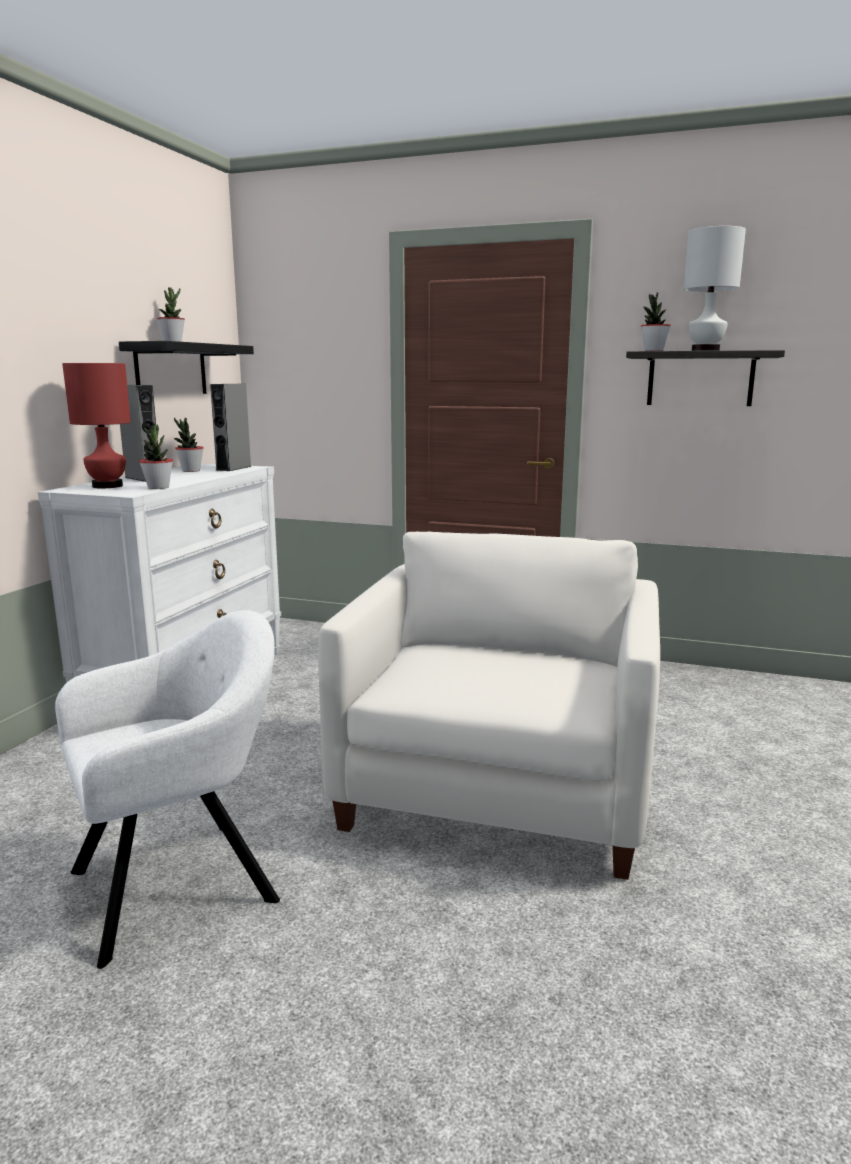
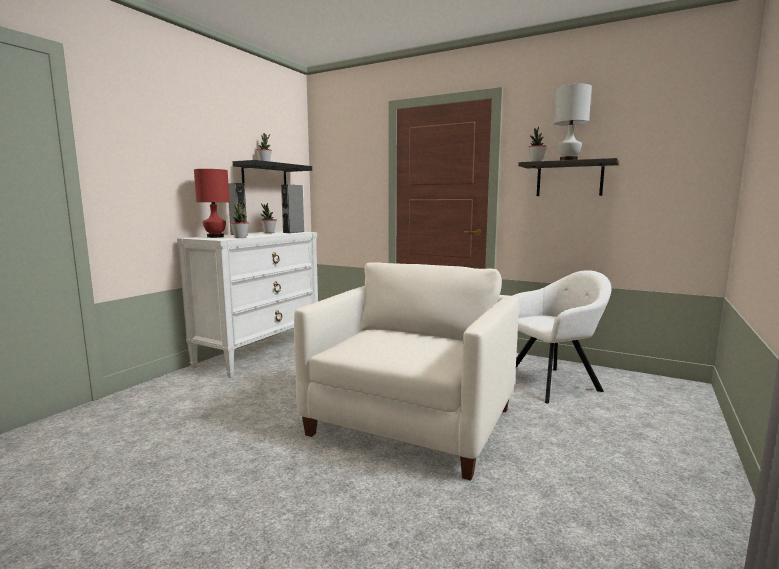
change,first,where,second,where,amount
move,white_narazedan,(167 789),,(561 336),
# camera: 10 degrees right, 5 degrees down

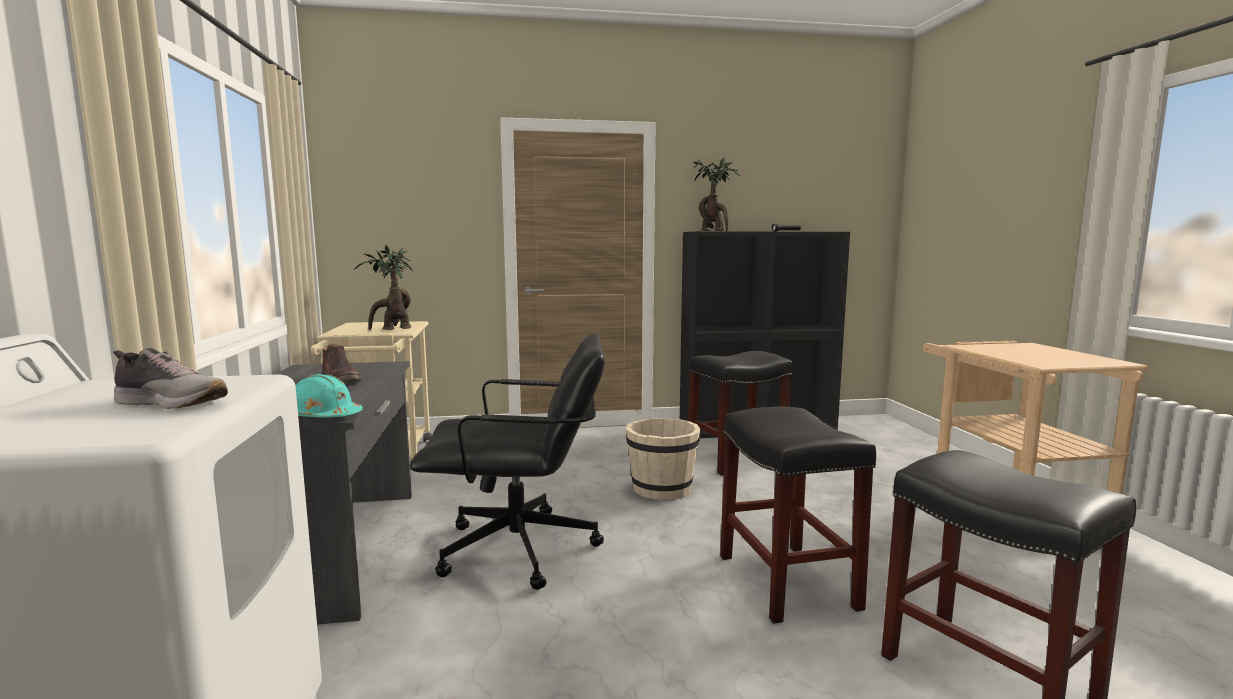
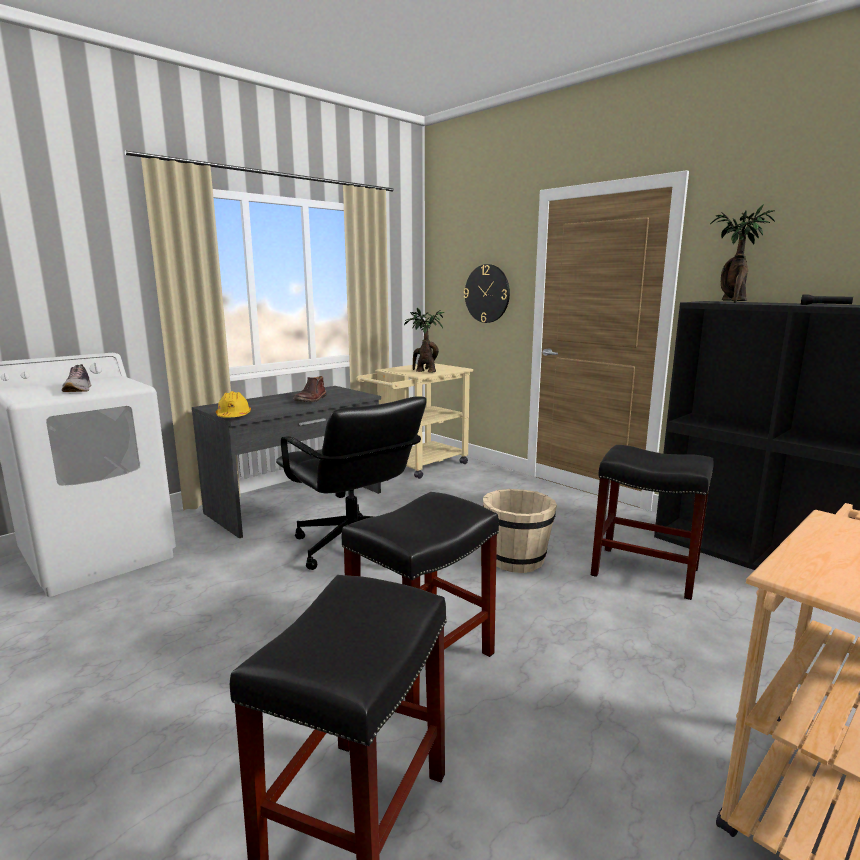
change,first,where,second,where,amount
recolor,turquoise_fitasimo,(329 395),yellow_fitasimo,(233 404),
insert,,,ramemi,(487 293),
# camera: 55 degrees right, 5 degrees up

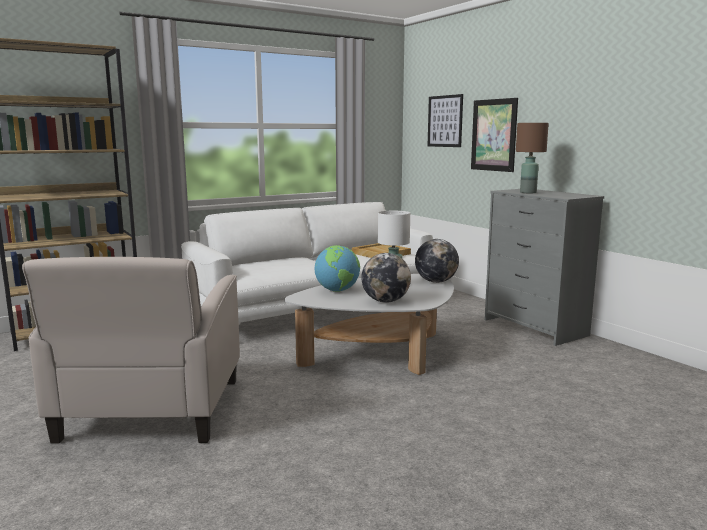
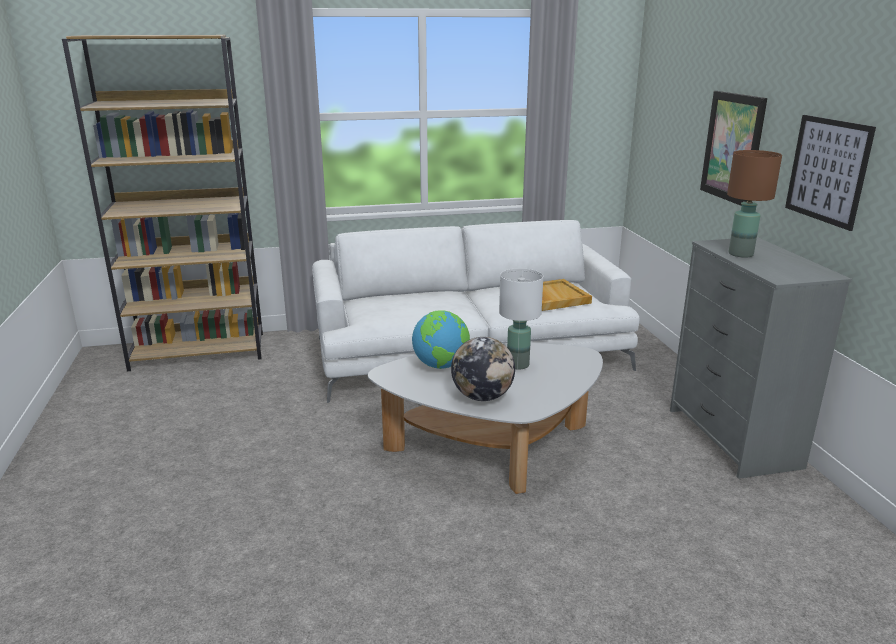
change,first,where,second,where,amount
delete,beige_narazedan,(131 350),,,
delete,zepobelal,(437 261),,,
move,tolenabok,(445 120),,(830 173),
# camera: 20 degrees right, 10 degrees up

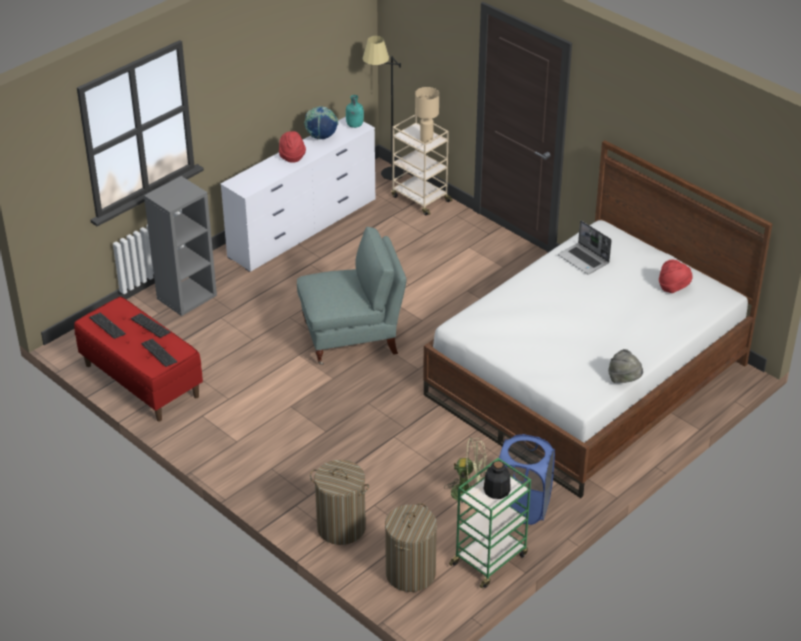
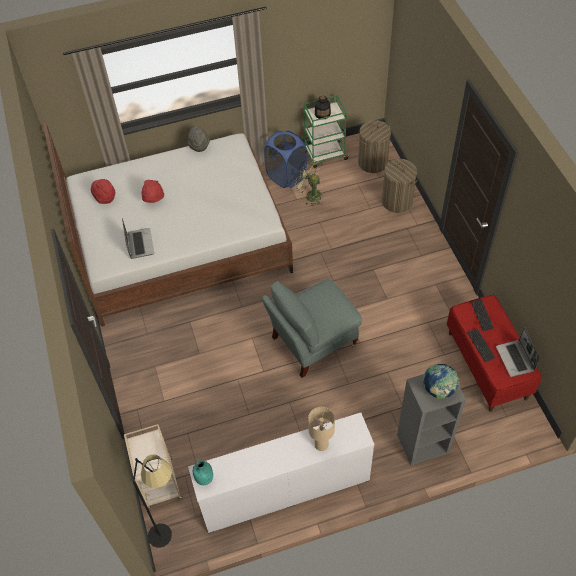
change,first,where,second,where,amount
replace,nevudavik,(107 326),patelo,(518 352),
move,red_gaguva,(292 147),,(152 191),
rotate,grey_narazedan,(352 296),,(312 328),45 degrees counterclockwise
move,zepobelal,(321 122),,(441 381),
move,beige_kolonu,(427 115),,(321 429),
# camera: 150 degrees left, 15 degrees up

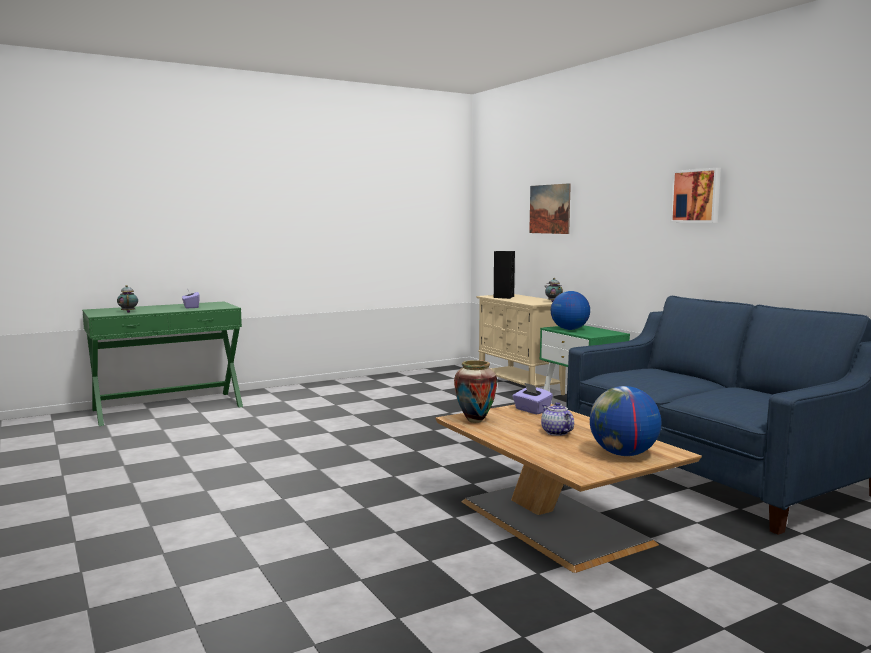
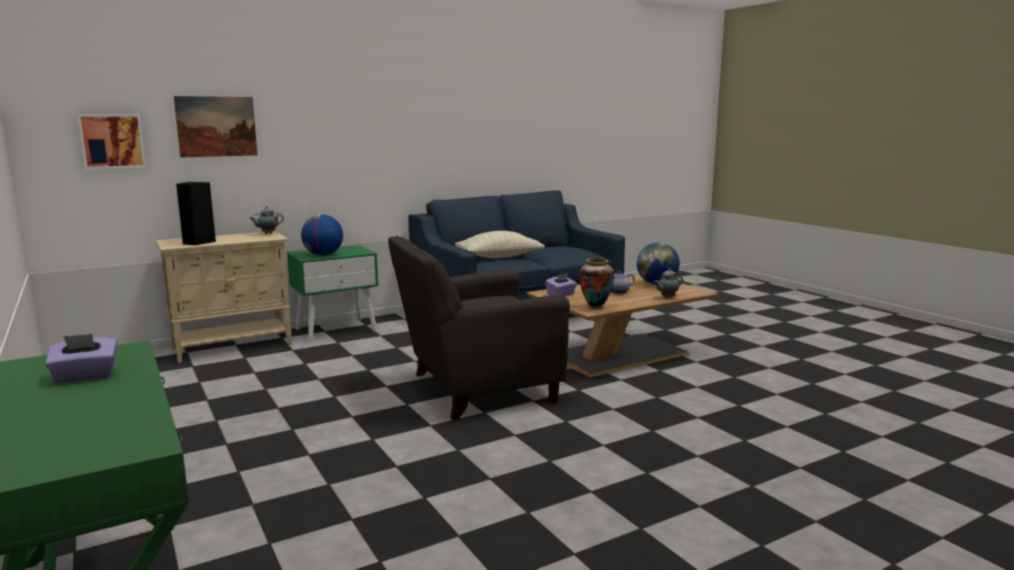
change,first,where,second,where,amount
move,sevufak,(127 299),,(668 283),
move,tolenabok,(695 195),,(111 141),
insert,,,grey_narazedan,(479 328),
insert,,,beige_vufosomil,(500 244),
# camera: 90 degrees left, 5 degrees up

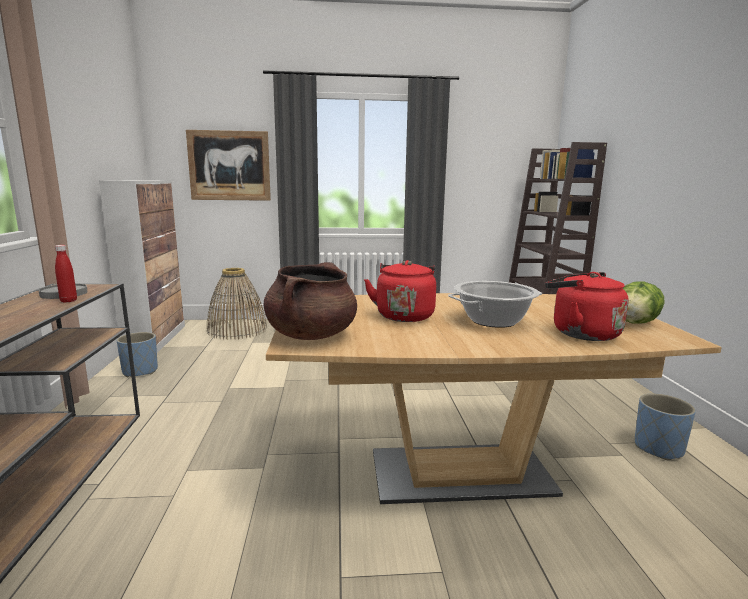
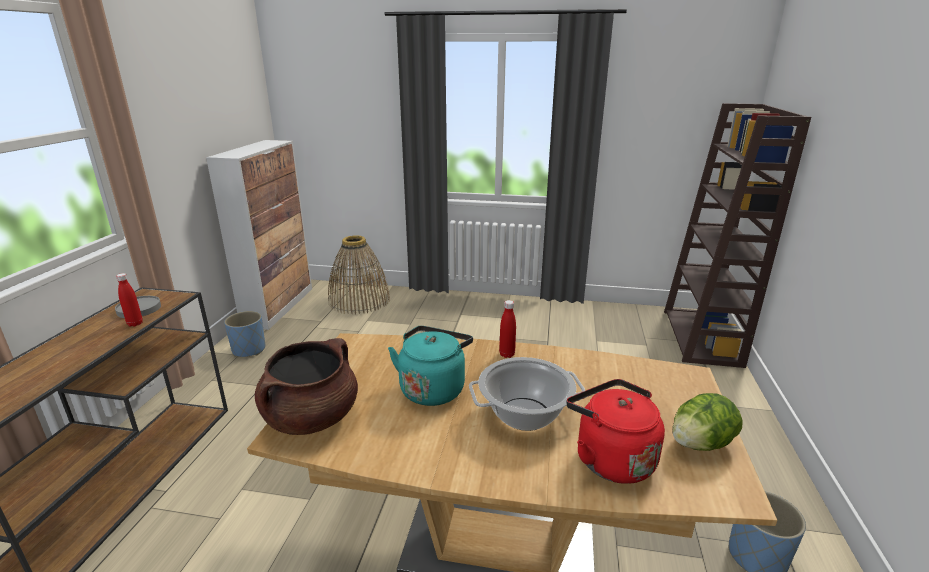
change,first,where,second,where,amount
delete,tolenabok,(228 165),,,
recolor,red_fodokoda,(400 291),turquoise_fodokoda,(430 366),
insert,,,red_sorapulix,(507 329),
# camera: 15 degrees right, 10 degrees up

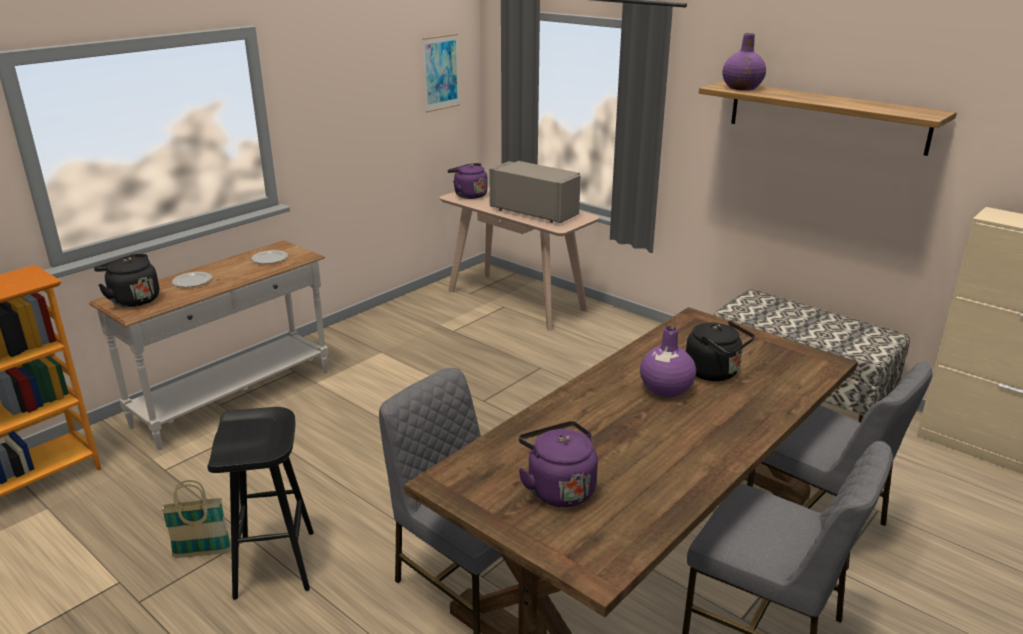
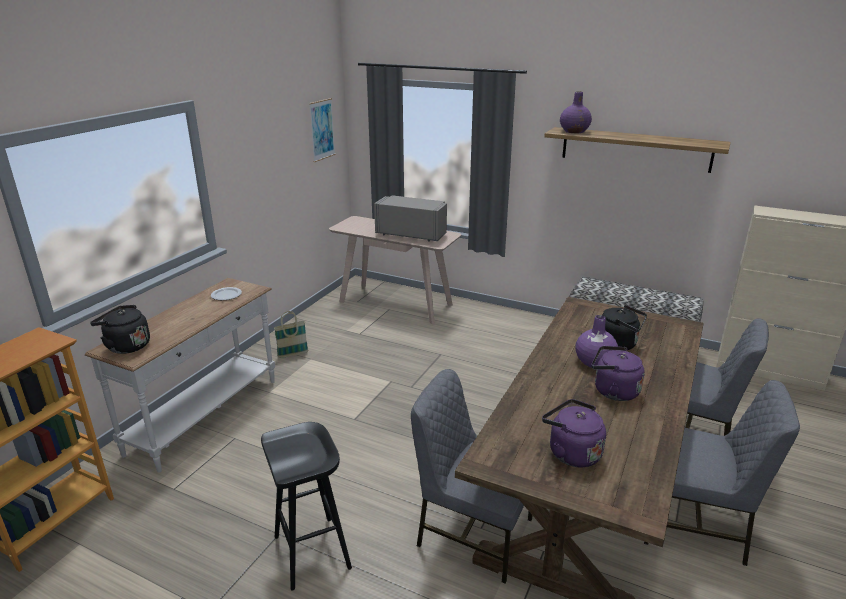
change,first,where,second,where,amount
move,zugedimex,(196 519),,(291 334),
delete,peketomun,(192 279),,,
move,purple_fodokoda,(467 181),,(618 373),
# camera: 15 degrees left, 0 degrees up

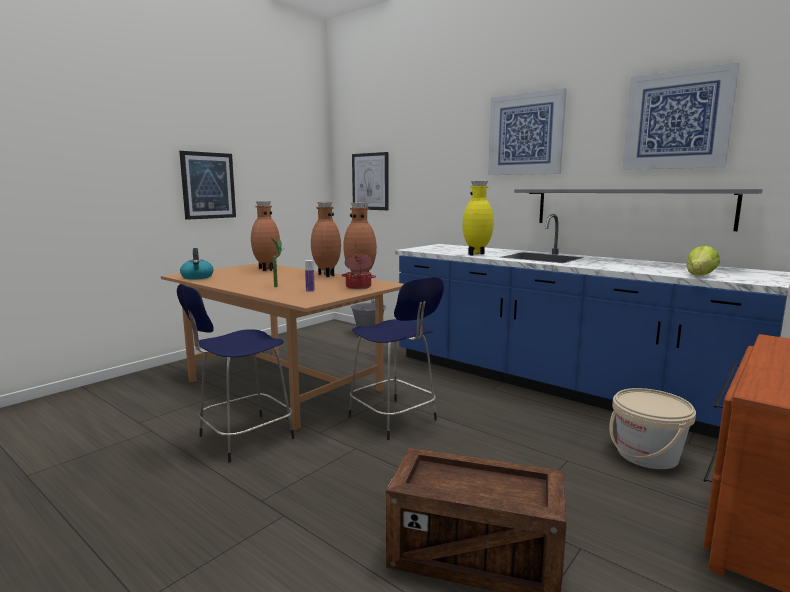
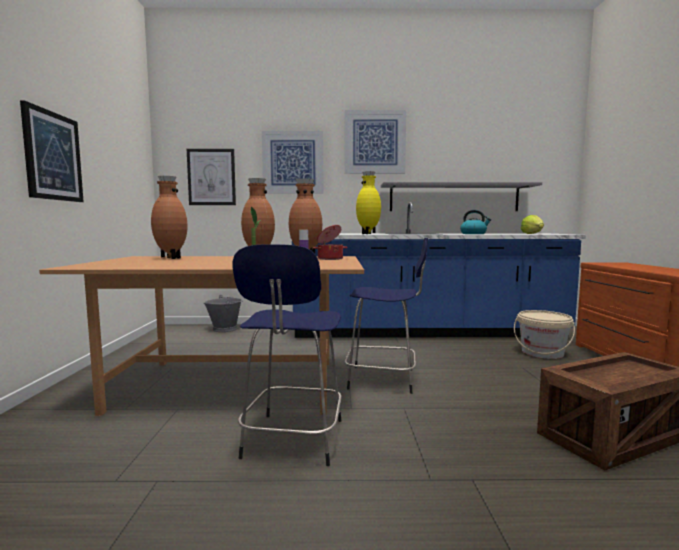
change,first,where,second,where,amount
move,fodokoda,(196 264),,(475 222),
move,tolenabok,(680 116),,(292 162),
# camera: 40 degrees left, 5 degrees down

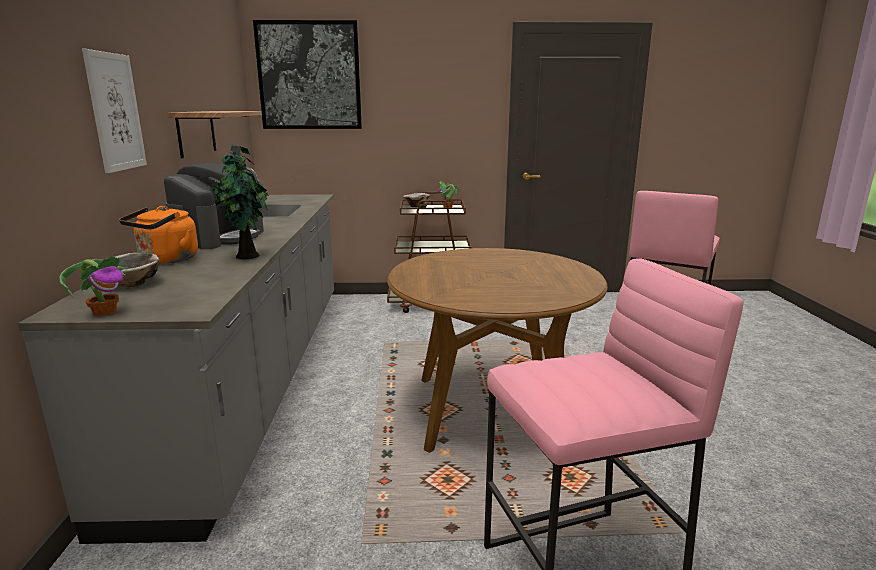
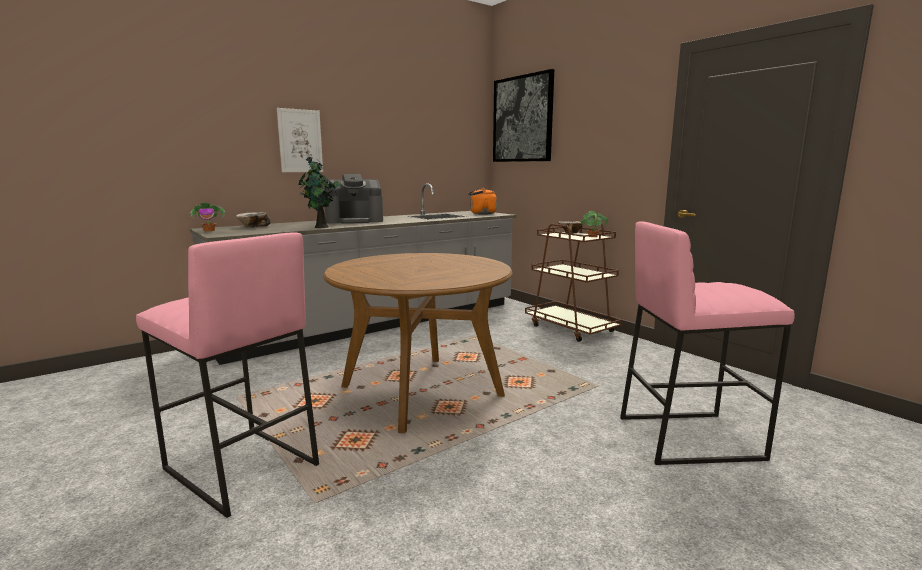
change,first,where,second,where,amount
move,orange_fodokoda,(158 235),,(482 201),
delete,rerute,(214 134),,,
# camera: 55 degrees right, 5 degrees down

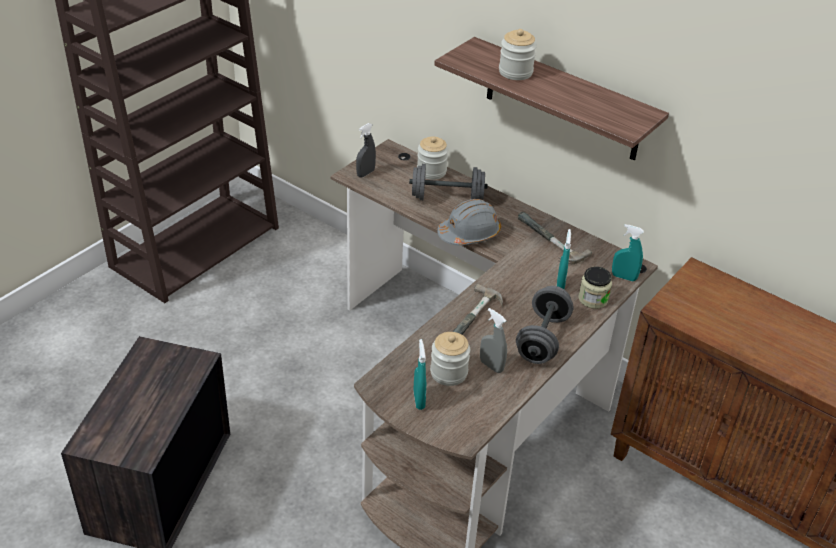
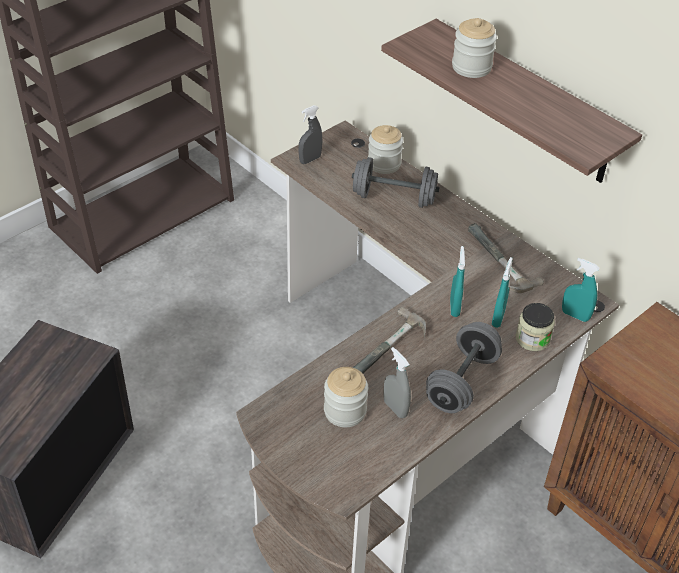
change,first,where,second,where,amount
move,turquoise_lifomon,(420 374),,(457 281),
delete,grey_fitasimo,(469 222),,,
# camera: 10 degrees right, 5 degrees up

